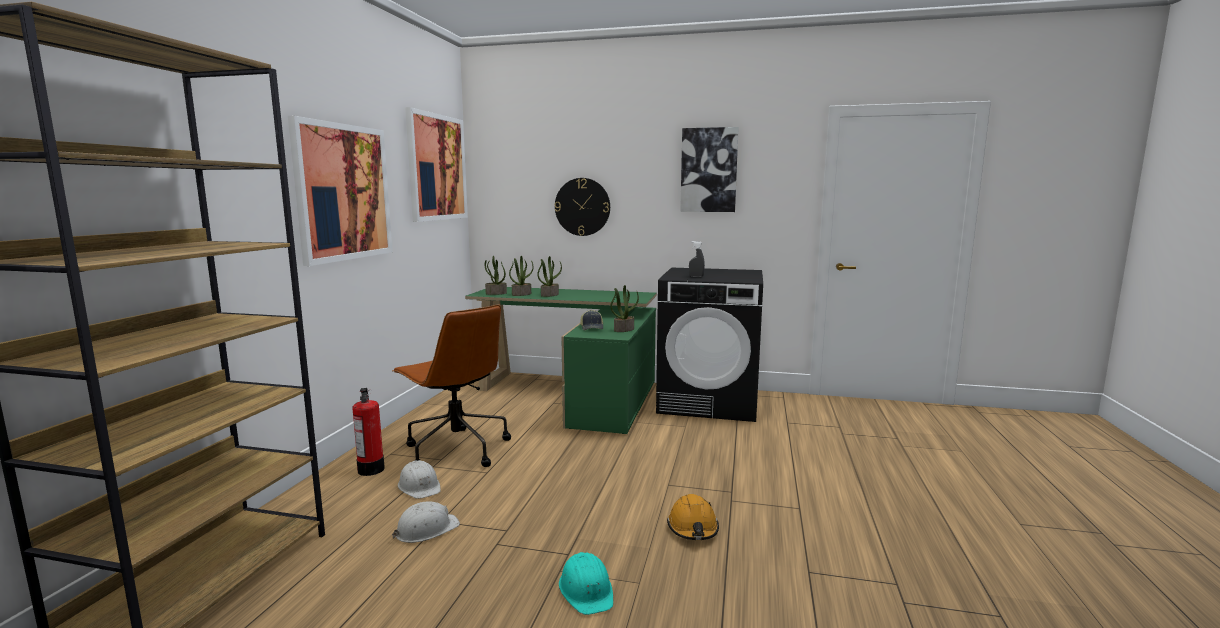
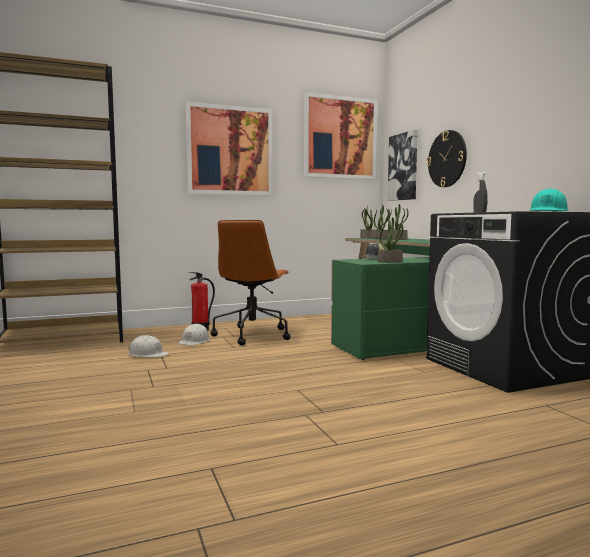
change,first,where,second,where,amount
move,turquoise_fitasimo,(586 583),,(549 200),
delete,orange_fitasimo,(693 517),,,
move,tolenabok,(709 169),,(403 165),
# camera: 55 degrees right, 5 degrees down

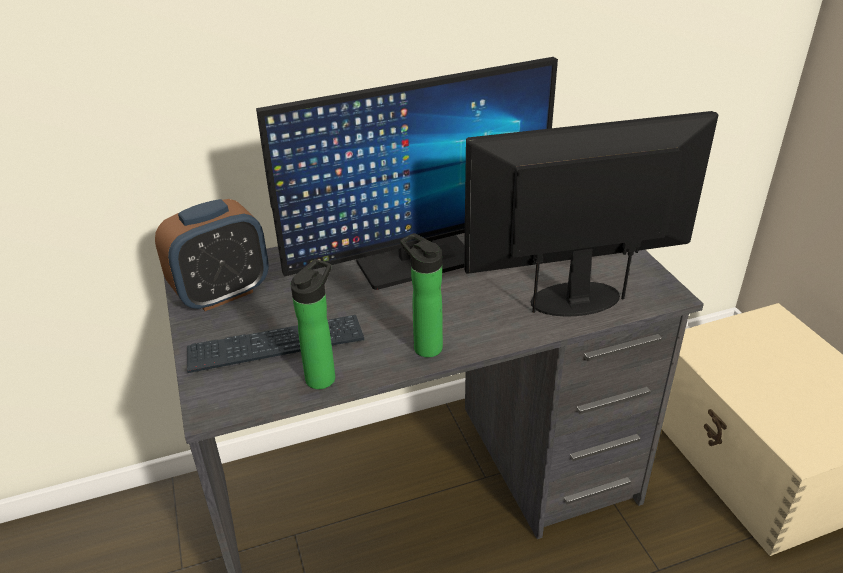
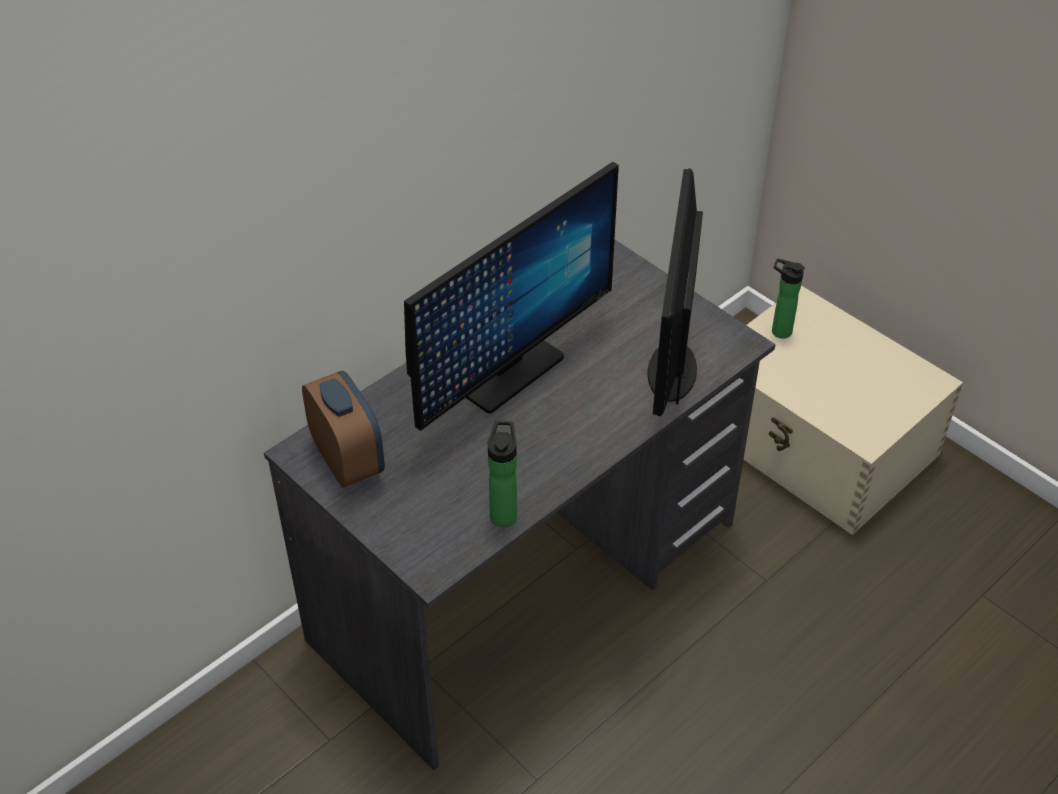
change,first,where,second,where,amount
rotate,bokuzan,(212 255),,(343 429),60 degrees counterclockwise
delete,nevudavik,(275 344),,,
move,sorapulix,(421 295),,(788 298),
rotate,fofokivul,(591 213),,(675 292),45 degrees counterclockwise
# camera: 25 degrees left, 10 degrees up

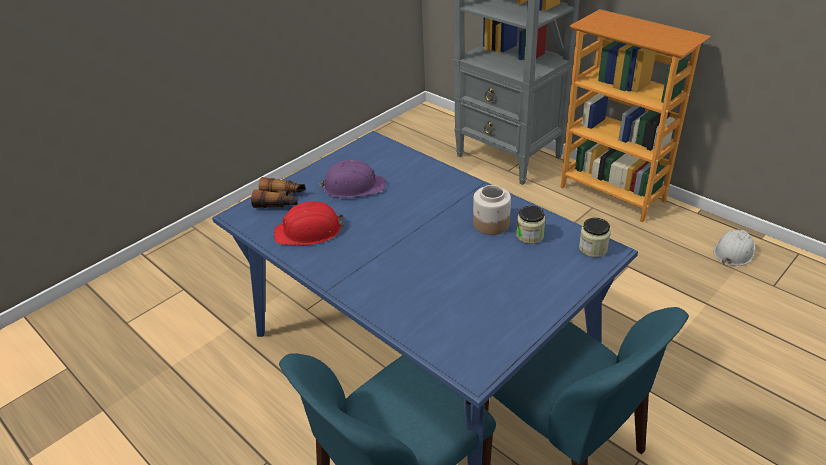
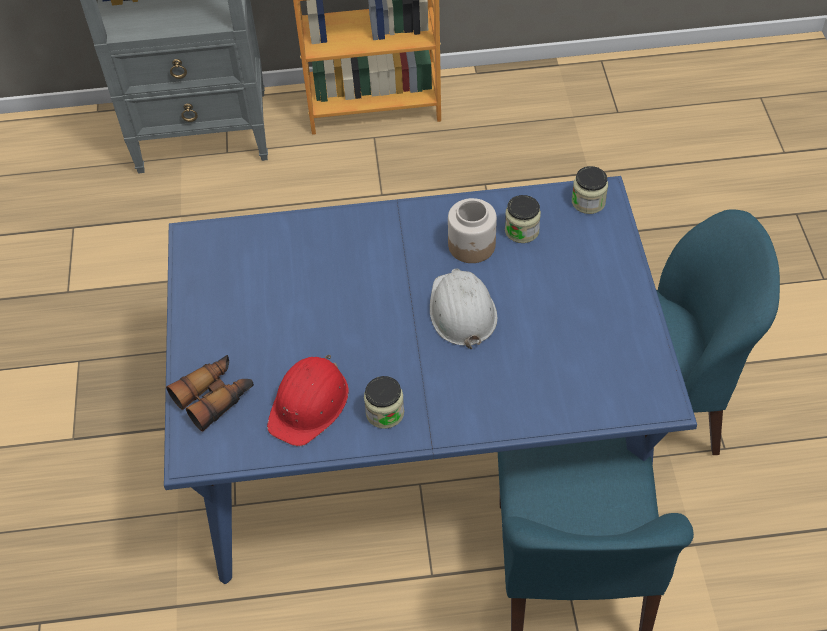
change,first,where,second,where,amount
delete,purple_fitasimo,(352 179),,,
move,white_fitasimo,(734 248),,(463 308),
insert,,,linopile,(384 402),
# camera: 50 degrees left, 15 degrees up

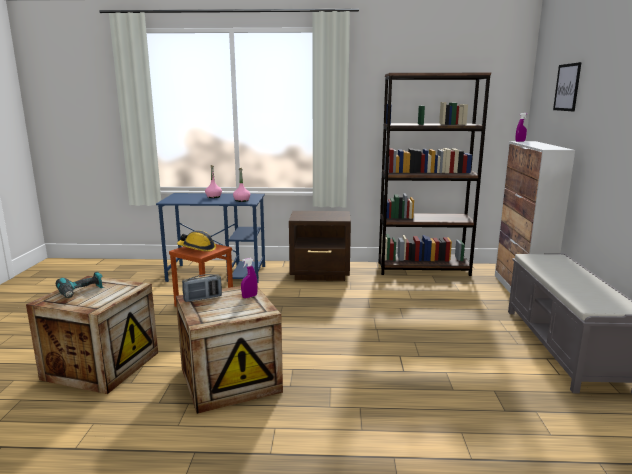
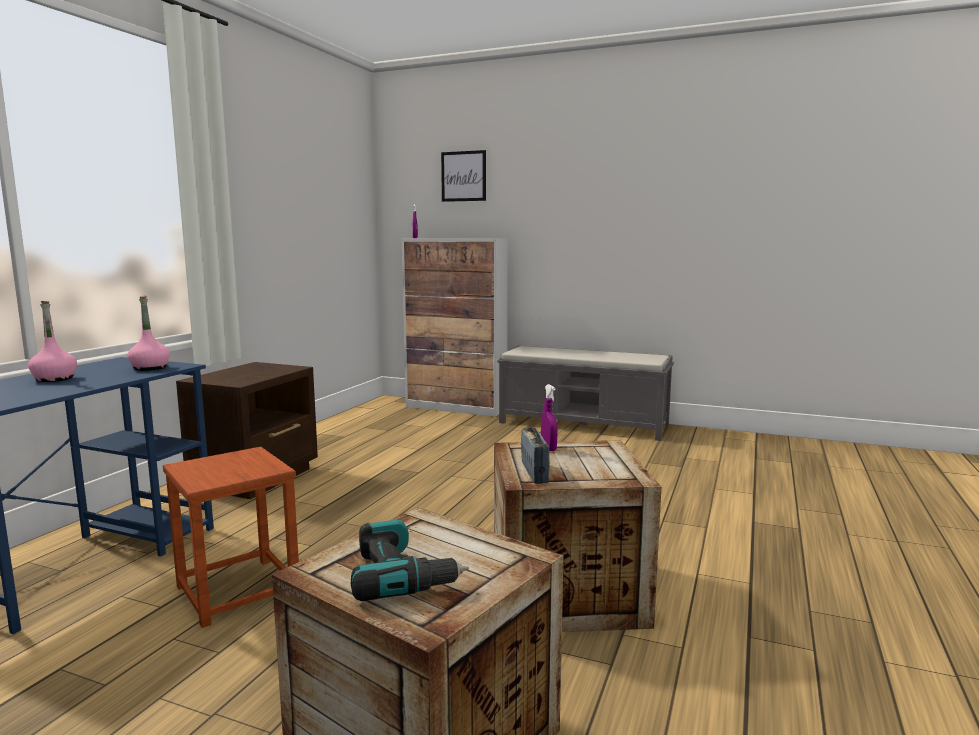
change,first,where,second,where,amount
delete,fitasimo,(196 241),,,
delete,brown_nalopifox,(435 174),,,
# camera: 70 degrees left, 5 degrees down

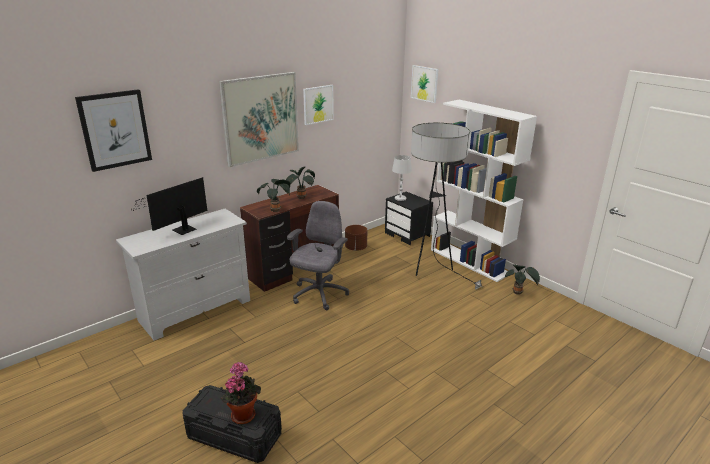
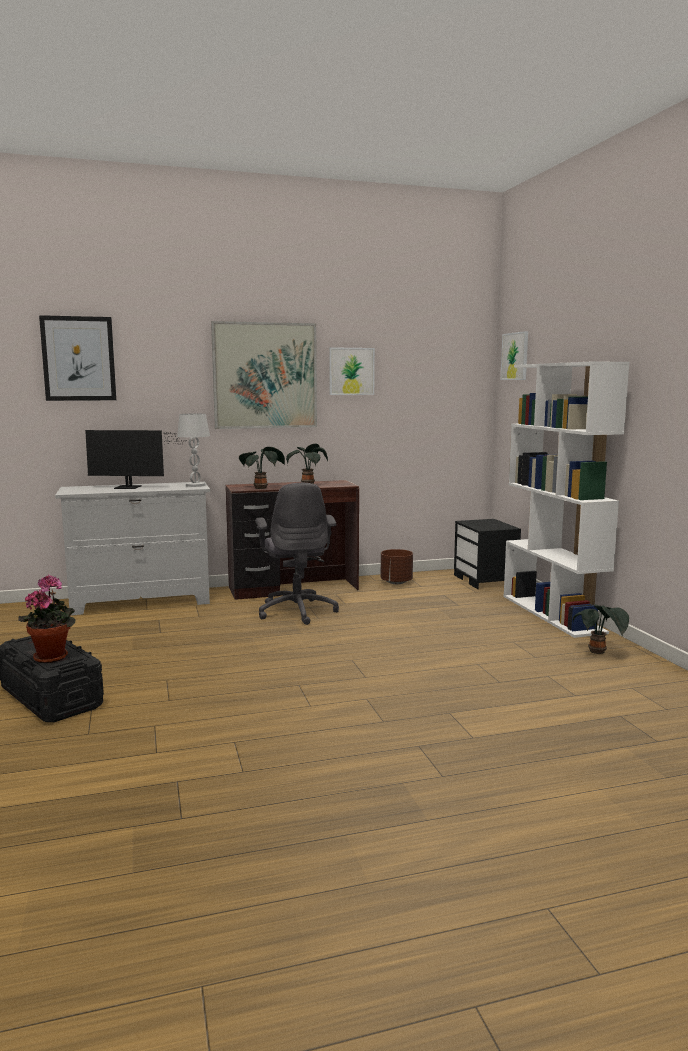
change,first,where,second,where,amount
rotate,fofokivul,(169 206),,(133 459),150 degrees counterclockwise
rotate,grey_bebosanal,(318 255),,(297 554),120 degrees clockwise
move,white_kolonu,(402 178),,(193 450),
delete,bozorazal,(446 206),,,
# camera: 25 degrees right, 15 degrees down

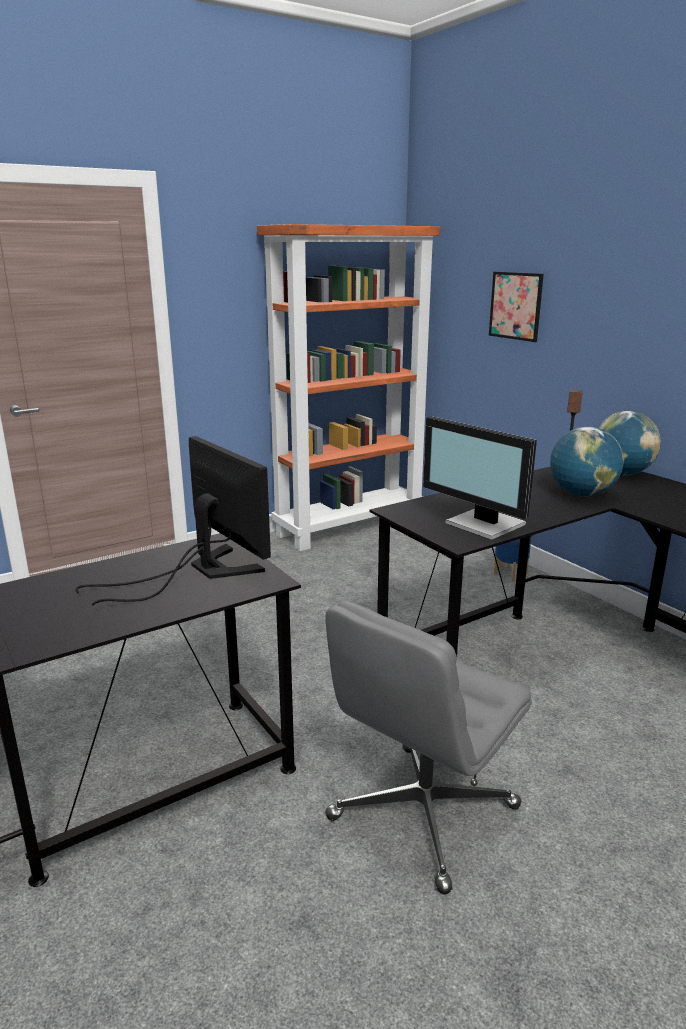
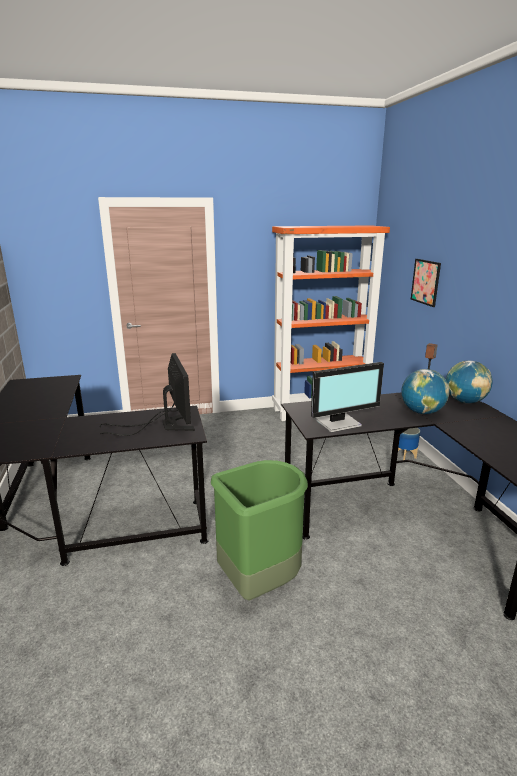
change,first,where,second,where,amount
replace,grey_bebosanal,(428 748),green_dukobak,(259 530),
rotate,fofokivul,(480 478),,(347 397),90 degrees counterclockwise
# camera: 20 degrees right, 0 degrees up

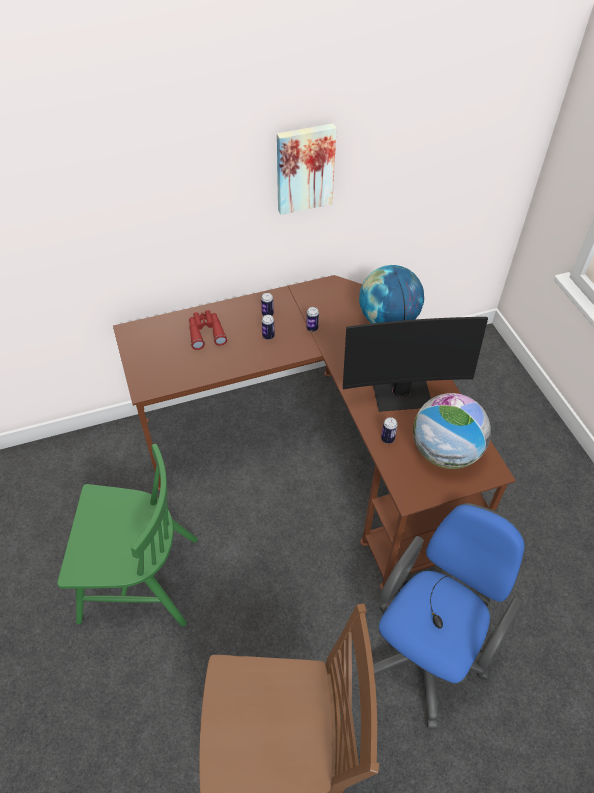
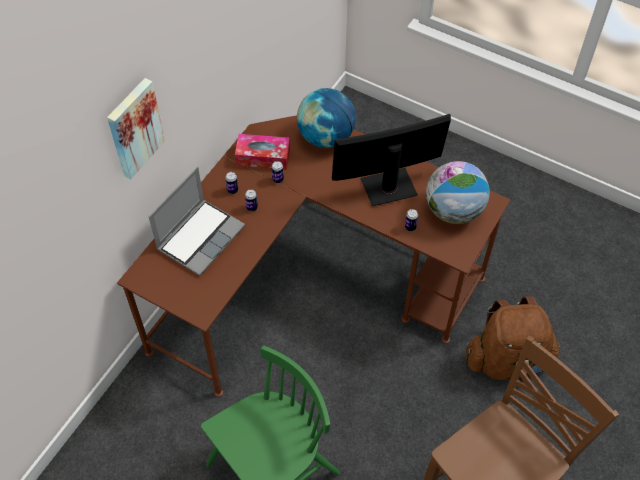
change,first,where,second,where,amount
replace,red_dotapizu,(208 330),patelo,(196 221),
move,tolenabok,(307 169),,(136 128),
rotate,fofokivul,(415 364),,(391 160),150 degrees counterclockwise
replace,blue_bebosanal,(449 616),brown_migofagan,(513 338),
insert,,,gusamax,(262 152),
# camera: 40 degrees left, 5 degrees up

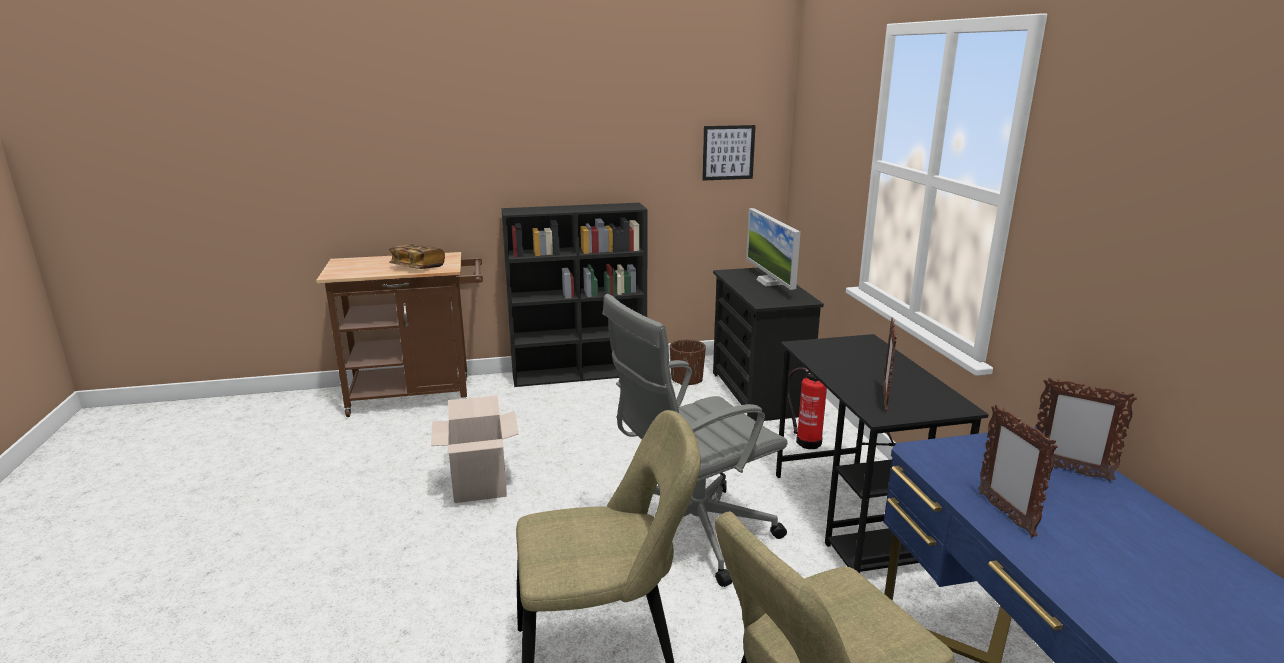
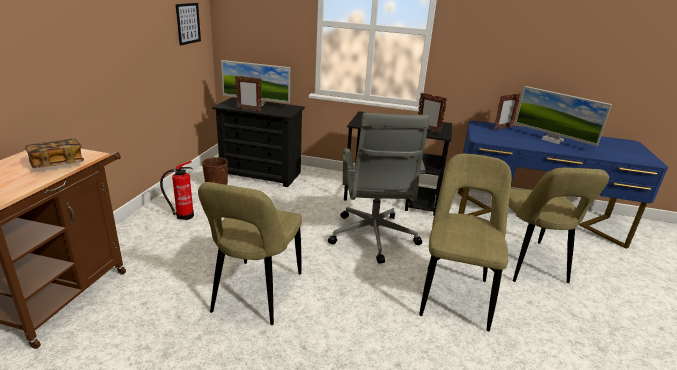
change,first,where,second,where,amount
replace,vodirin,(474 449),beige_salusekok,(250 253),
delete,black_nalopifox,(574 295),,,
move,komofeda,(807 408),,(177 190),
move,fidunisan,(1018 471),,(248 94),
insert,,,fofokivul,(563 116),
# camera: 65 degrees left, 5 degrees up

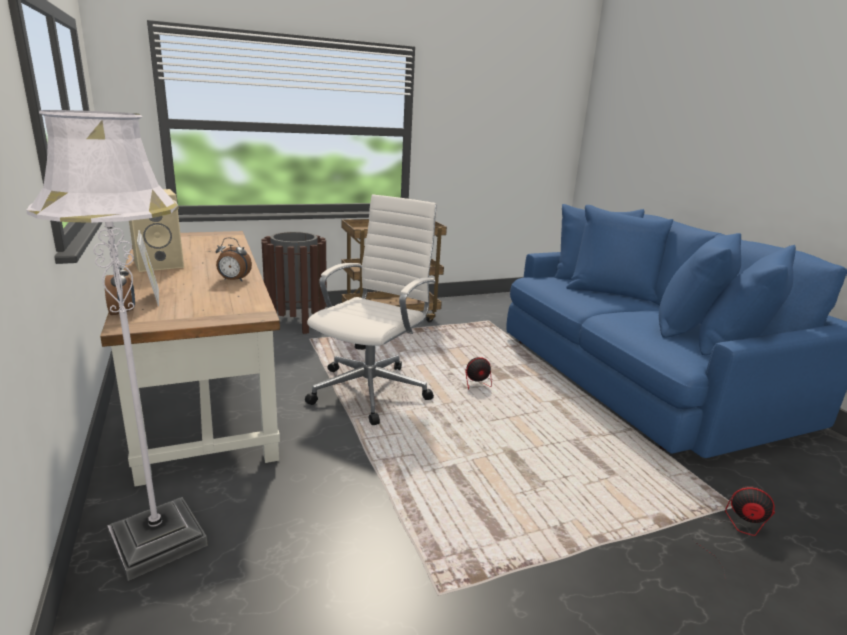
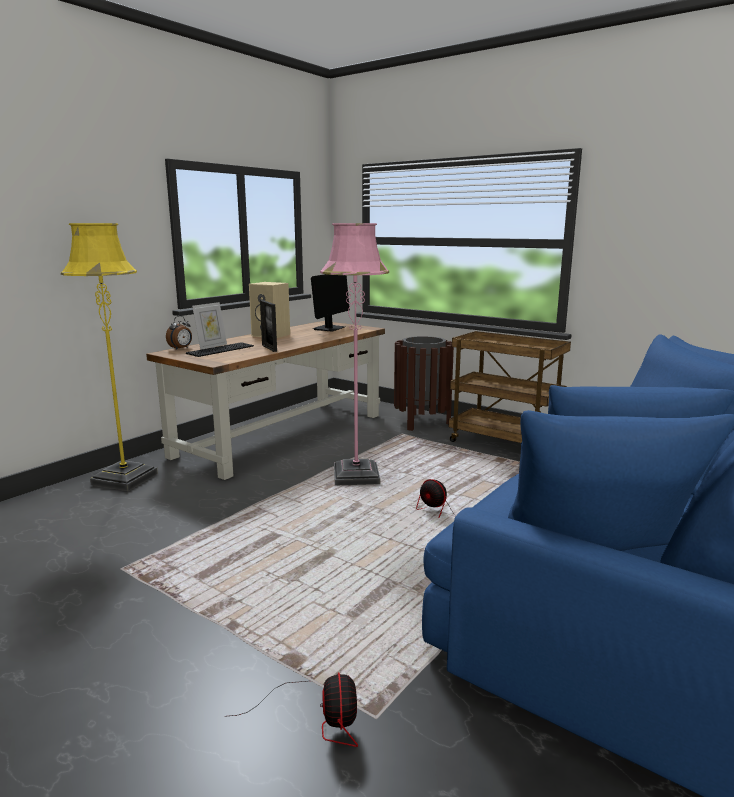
change,first,where,second,where,amount
recolor,white_bozorazal,(117 345),yellow_bozorazal,(109 357),
replace,bokuzan,(234 259),fidunisan,(268 326),
replace,white_bebosanal,(371 309),pink_bozorazal,(354 354),
insert,,,nevudavik,(220 349),
insert,,,fofokivul,(330 302),
# camera: 60 degrees right, 5 degrees down

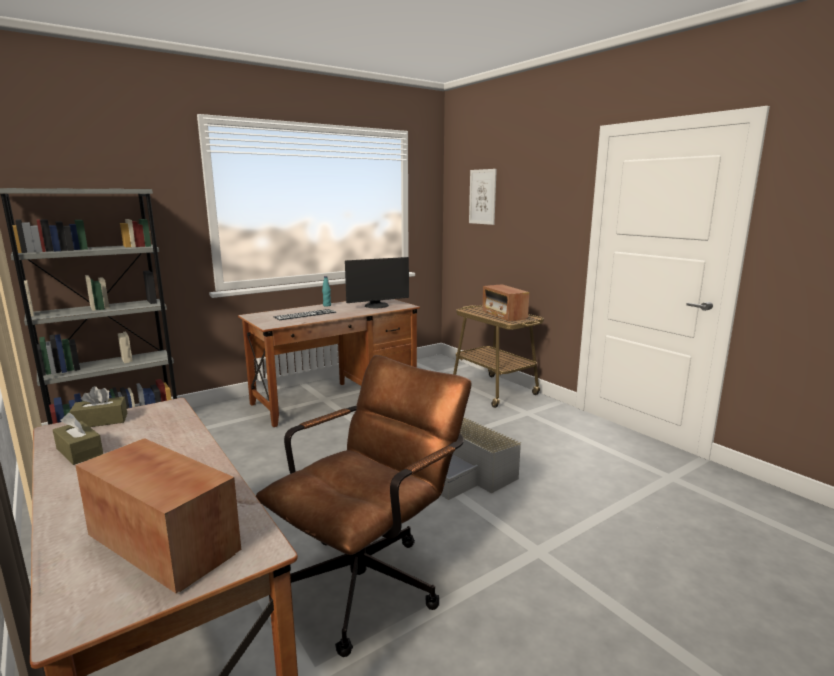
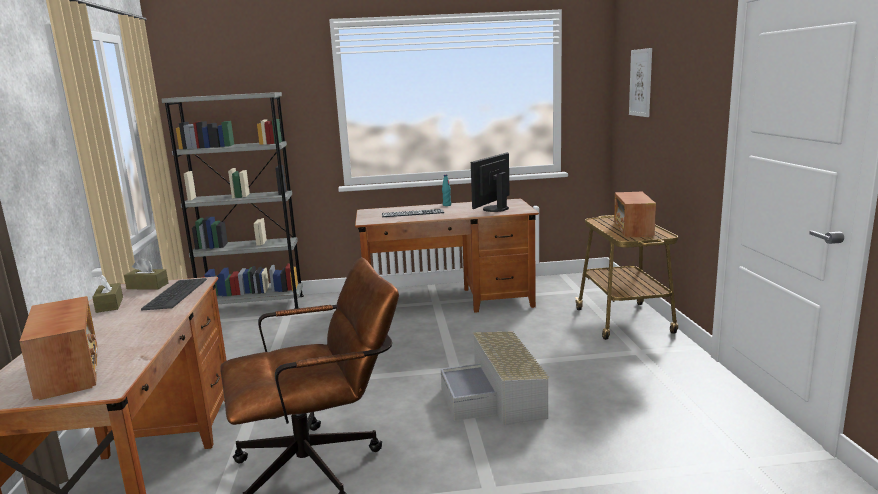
change,first,where,second,where,amount
rotate,fofokivul,(377 282),,(490 182),120 degrees clockwise
insert,,,nevudavik,(174 294),
# camera: 30 degrees right, 0 degrees up

